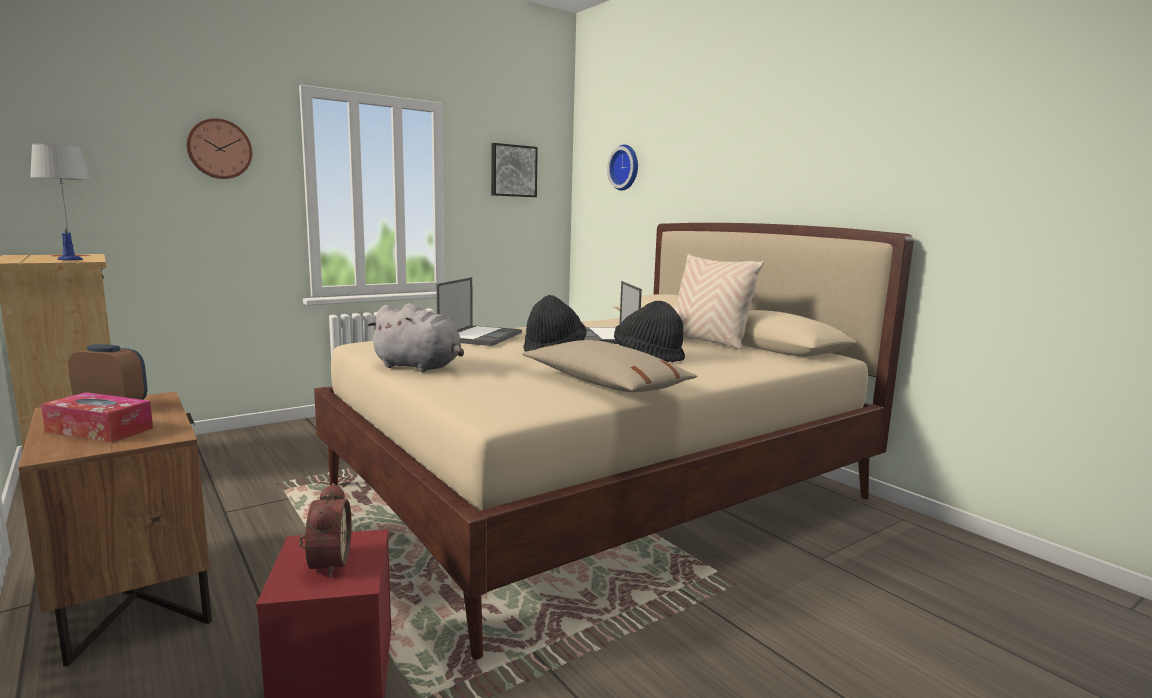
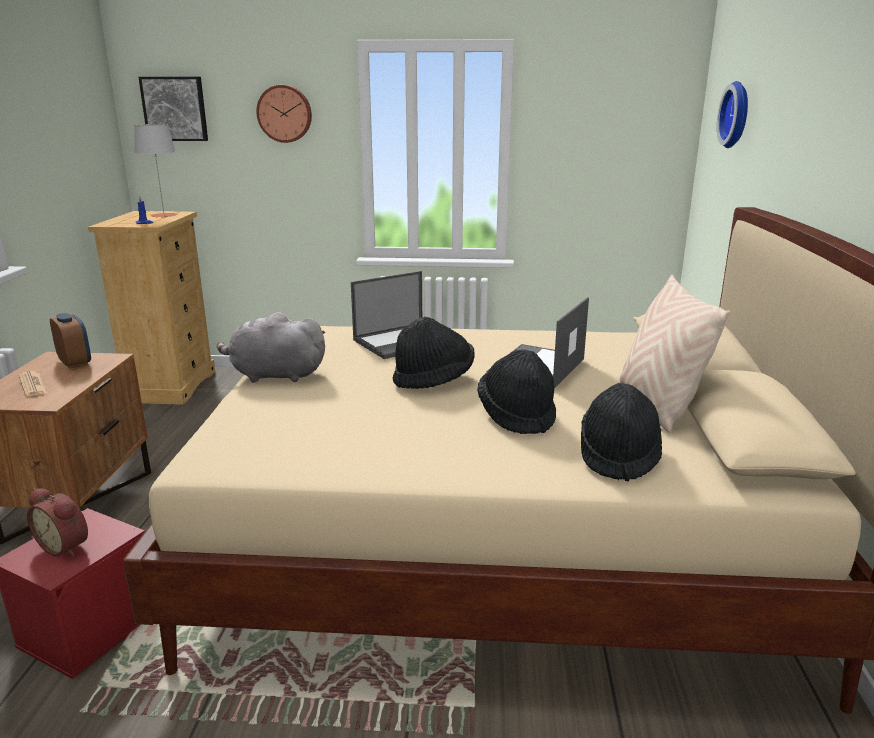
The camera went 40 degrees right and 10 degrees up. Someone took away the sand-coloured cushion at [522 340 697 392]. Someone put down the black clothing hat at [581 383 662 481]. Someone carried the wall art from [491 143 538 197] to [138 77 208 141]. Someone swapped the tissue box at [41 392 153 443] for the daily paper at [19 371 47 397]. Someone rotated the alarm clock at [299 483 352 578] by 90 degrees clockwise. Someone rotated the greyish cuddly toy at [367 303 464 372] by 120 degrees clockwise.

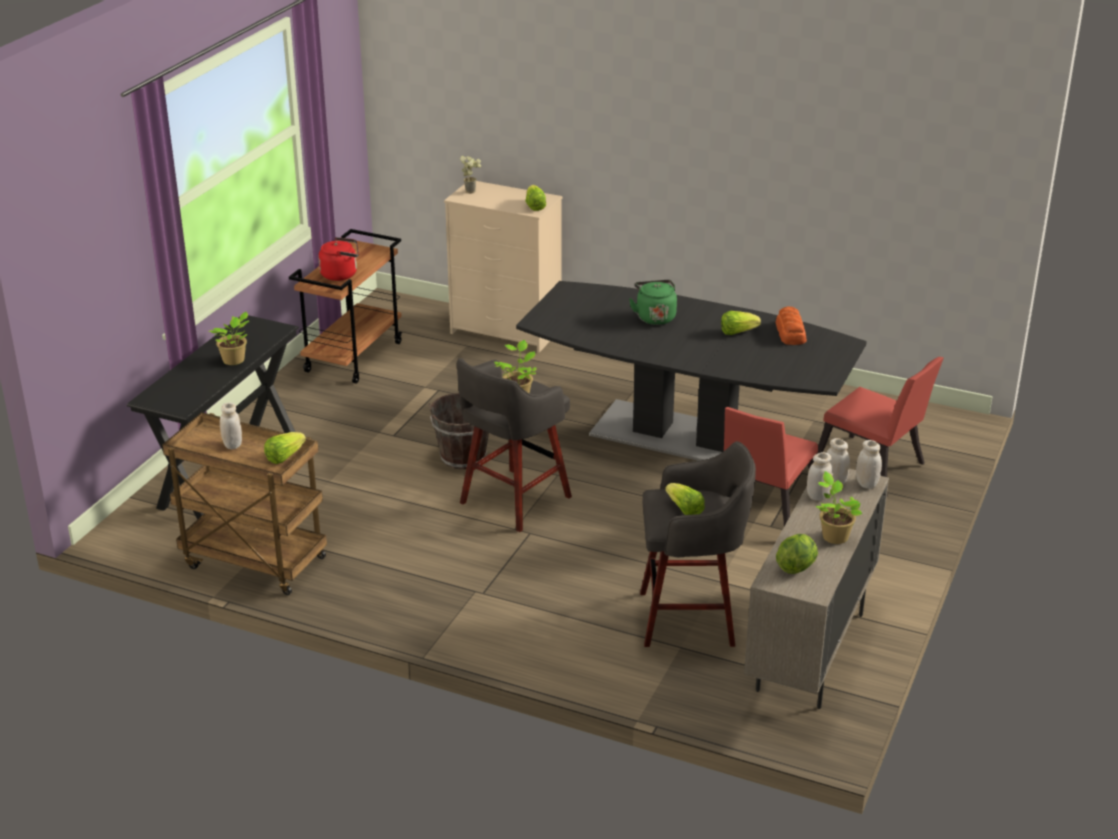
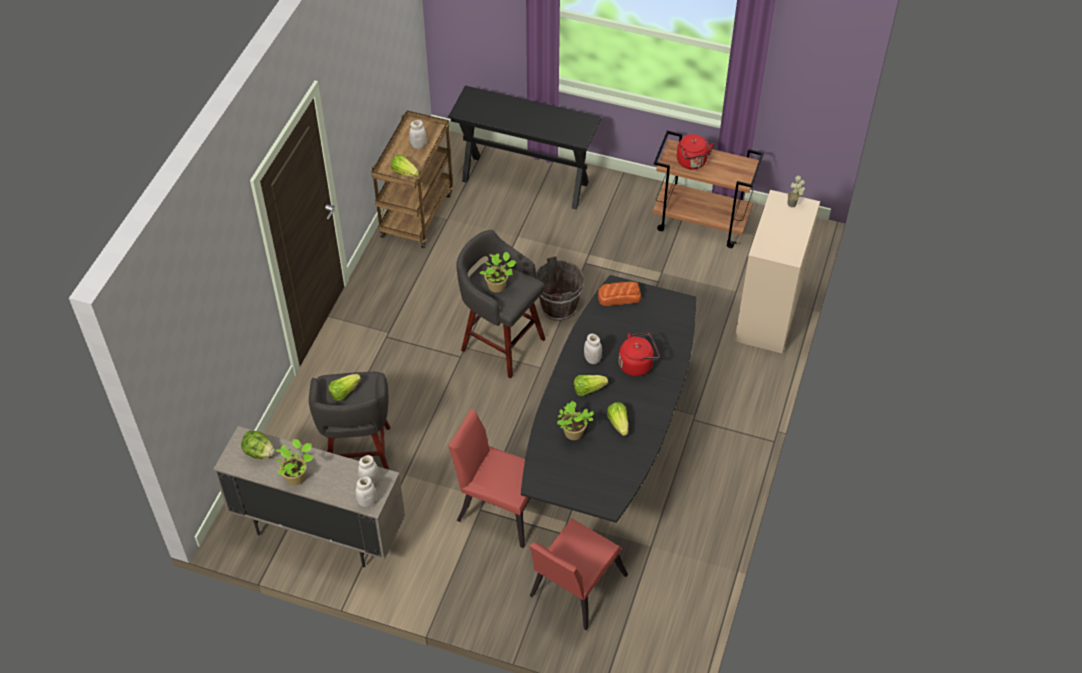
The camera went 85 degrees right and 20 degrees up. Someone carried the potted plant from [209 312 249 365] to [557 401 594 440]. Someone carried the lettuce from [525 185 546 211] to [574 375 608 396]. Someone carried the bread from [776 306 807 345] to [598 281 641 306]. Someone carried the white jar from [807 452 833 501] to [584 334 602 364]. Someone repainted the green kettle at [629 280 677 325], which became the red-coloured kettle at [619 333 660 376].

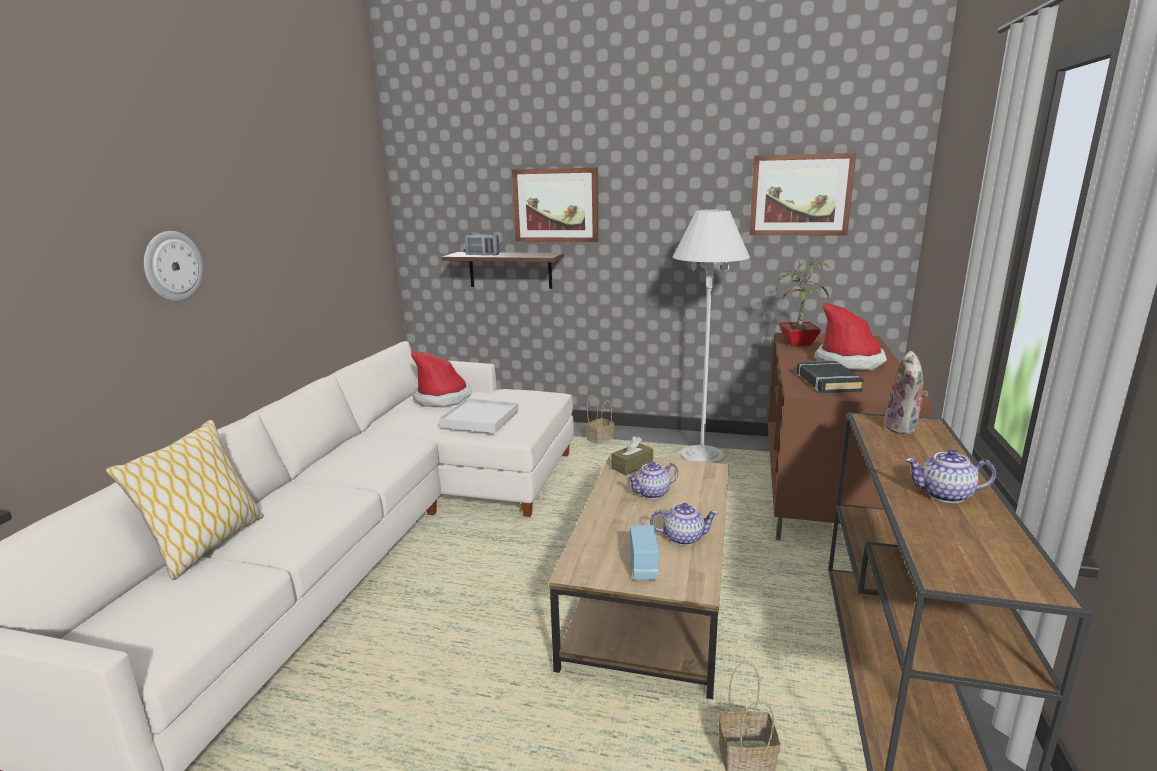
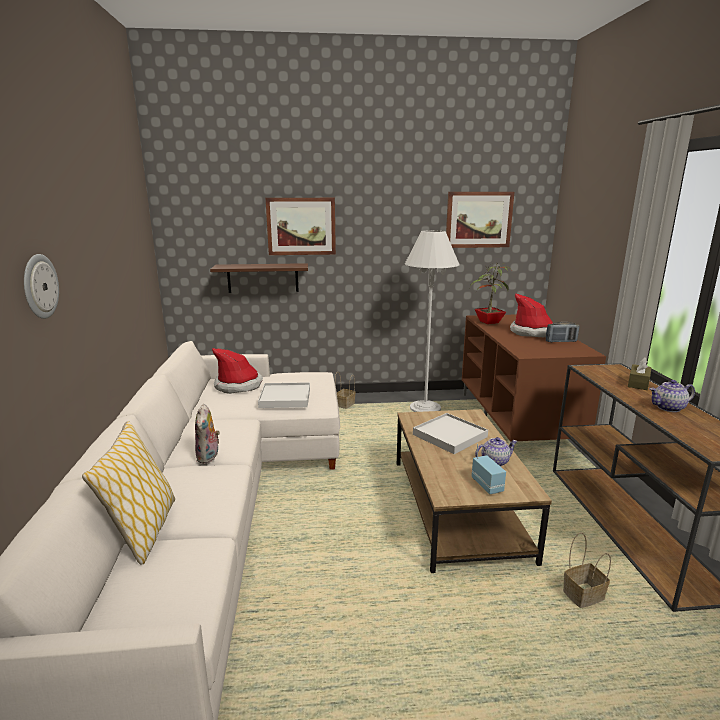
The camera went 20 degrees left and 0 degrees up. Someone took away the black bound book at [796 361 864 393]. Someone carried the radio from [465 232 499 256] to [546 322 579 342]. Someone carried the brownish tissue box from [611 436 653 476] to [628 358 651 390]. Someone carried the cuddly toy from [883 351 929 435] to [195 404 220 464]. Someone swapped the tea pot at [626 461 678 499] for the white serving tray at [413 413 488 454].

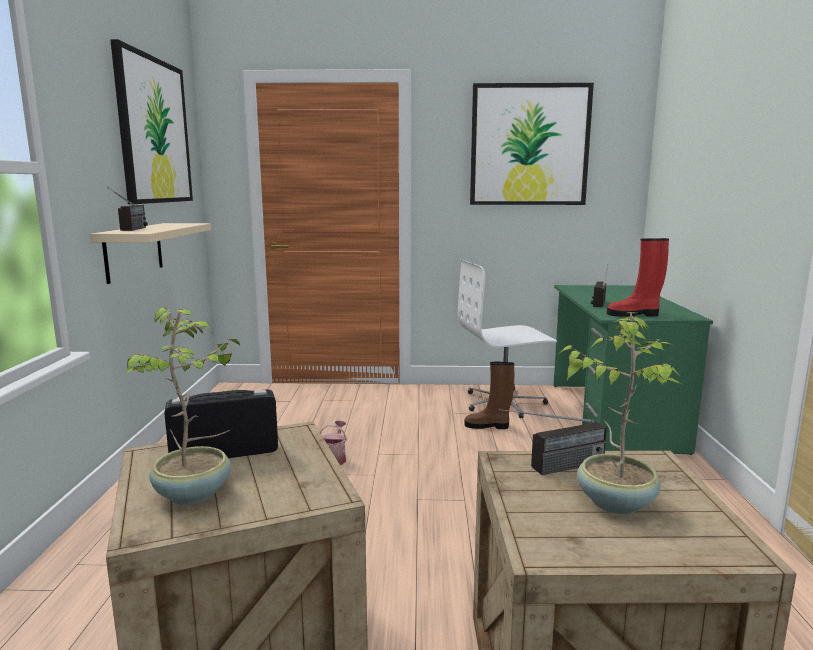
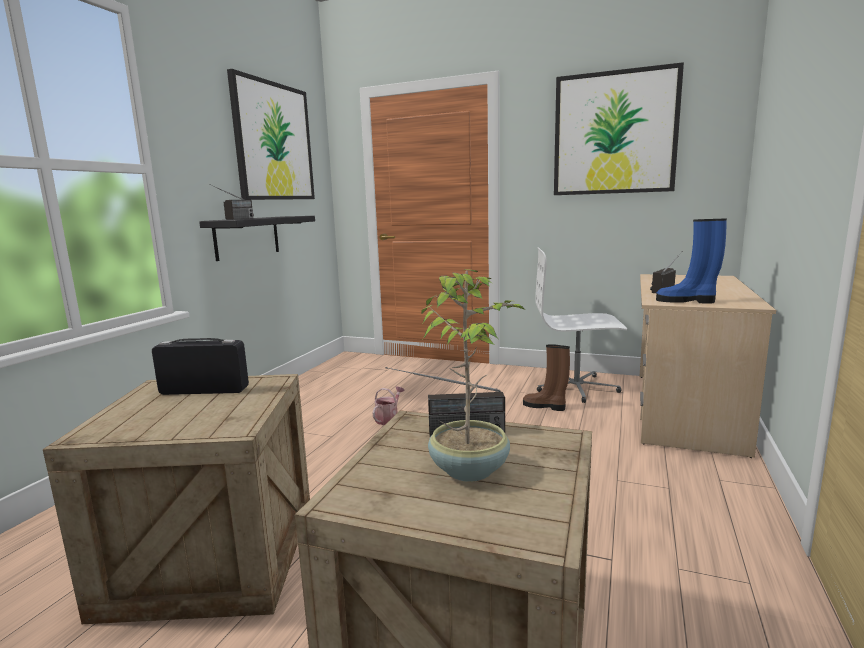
The camera went 20 degrees right and 0 degrees up. Someone took away the potted plant at [125 308 240 505]. Someone repainted the sand-coloured wall shelf at [90 223 211 284], which became the black wall shelf at [199 216 315 261]. Someone repainted the green desk table at [554 285 713 455], which became the sand-coloured desk table at [639 274 776 458]. Someone repainted the red-coloured boot at [607 238 669 317], which became the blue-coloured boot at [656 219 727 304].

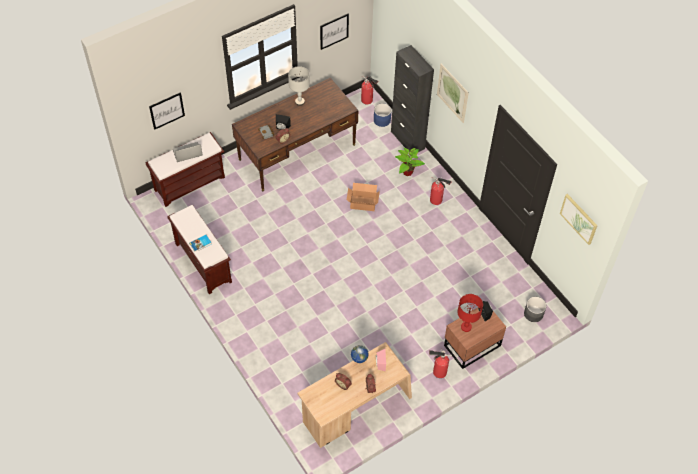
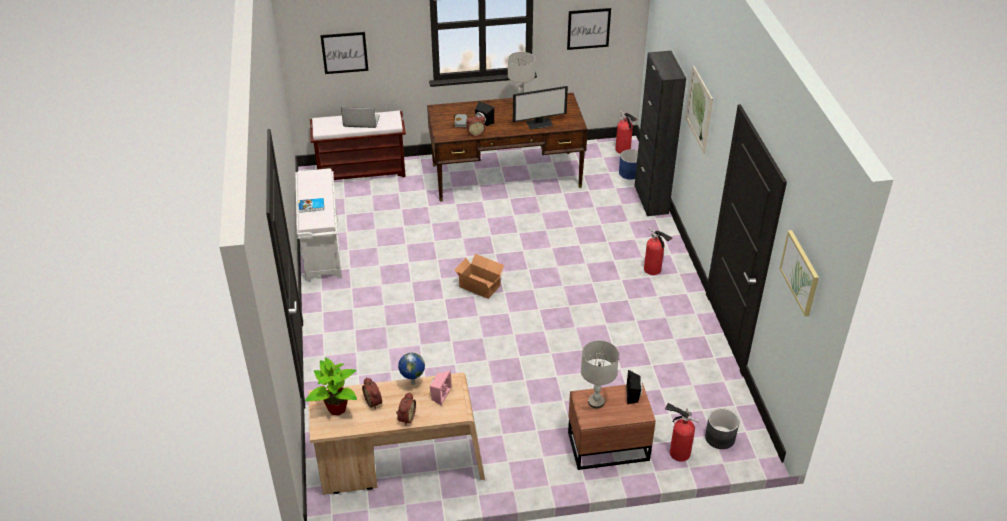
The camera went 25 degrees right and 15 degrees down. Someone put down the computer screen at [513 86 568 130]. Someone carried the packing box from [347 183 380 211] to [454 254 504 299]. Someone carried the potted plant from [395 148 425 176] to [305 357 357 415]. Someone carried the extinguisher from [429 348 452 378] to [665 403 699 461]. Someone repainted the brownish indoor bench at [167 205 232 294], which became the white indoor bench at [296 168 342 282]. Someone repainted the red-coloured lamp for a table at [457 294 483 332], which became the greyish lamp for a table at [581 340 619 409].

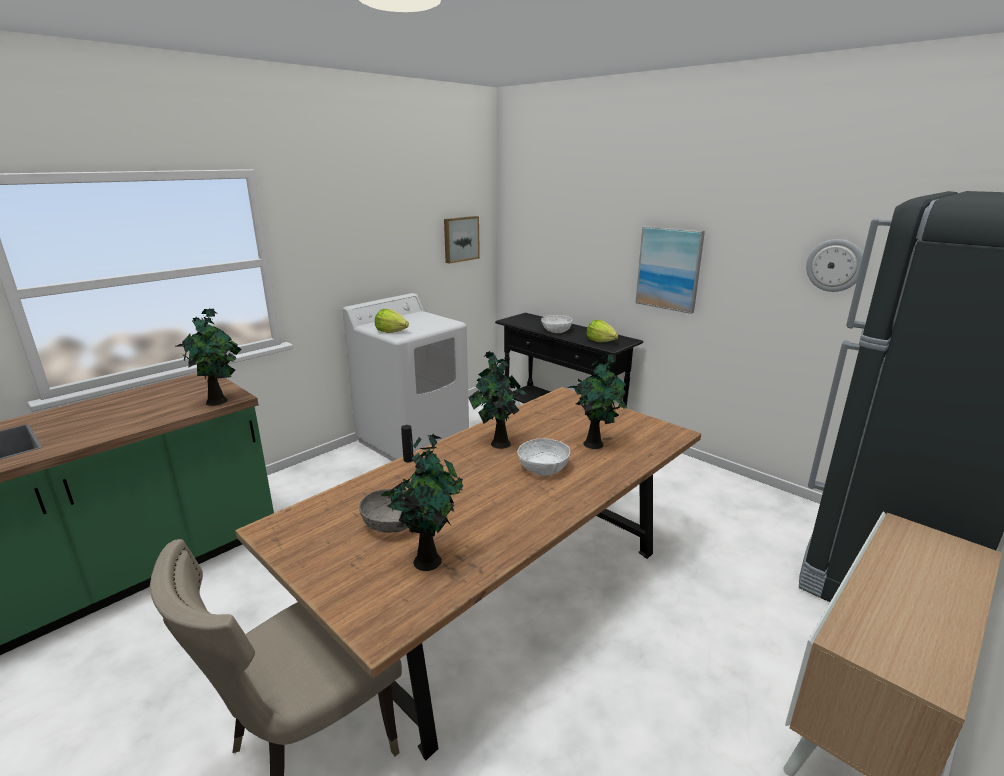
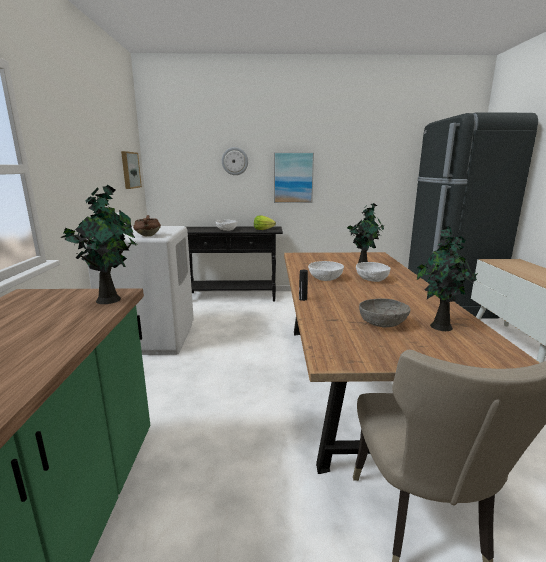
The camera went 45 degrees left and 5 degrees down. Someone carried the wall clock from [806 239 863 292] to [222 147 248 175]. Someone swapped the lettuce at [375 309 409 333] for the brownish cooking pot at [133 215 161 236]. Someone swapped the potted plant at [469 350 528 449] for the white serving bowl at [308 261 344 281].

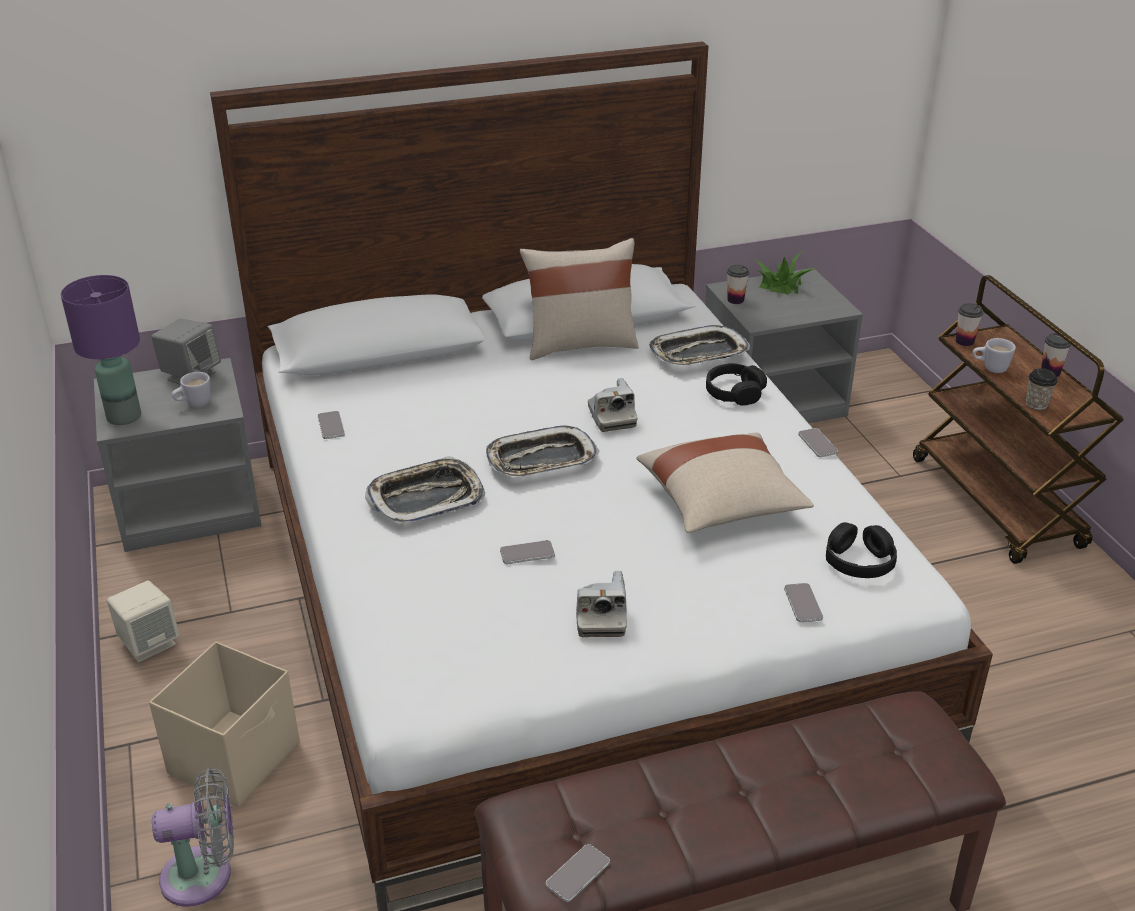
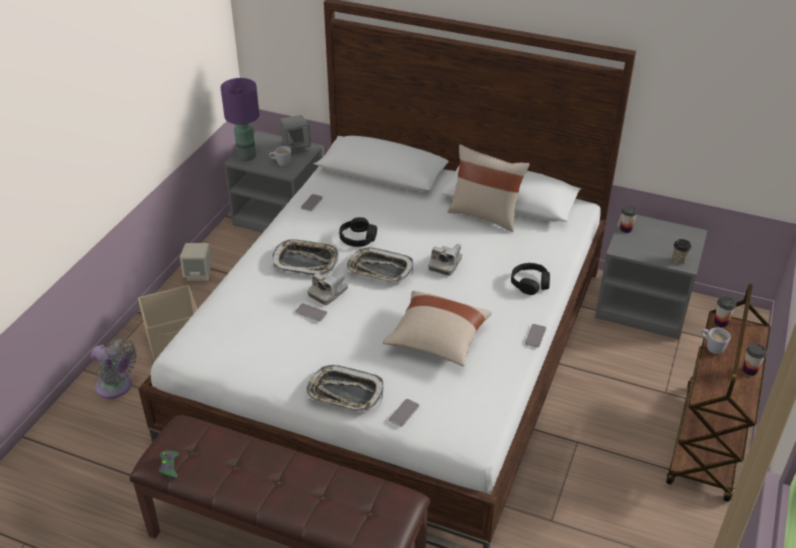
The camera went 40 degrees right and 5 degrees up. Someone took away the potted plant at [754 252 815 295]. Someone carried the photo camera from [576 571 627 637] to [307 273 348 305]. Someone carried the serving tray from [649 325 750 366] to [306 365 383 412]. Someone carried the black pair of headphones from [826 522 897 578] to [339 217 377 247]. Someone carried the small cup from [1026 368 1057 410] to [672 239 692 265]. Someone swapped the handset at [546 844 610 902] for the green game controller at [158 450 179 479].

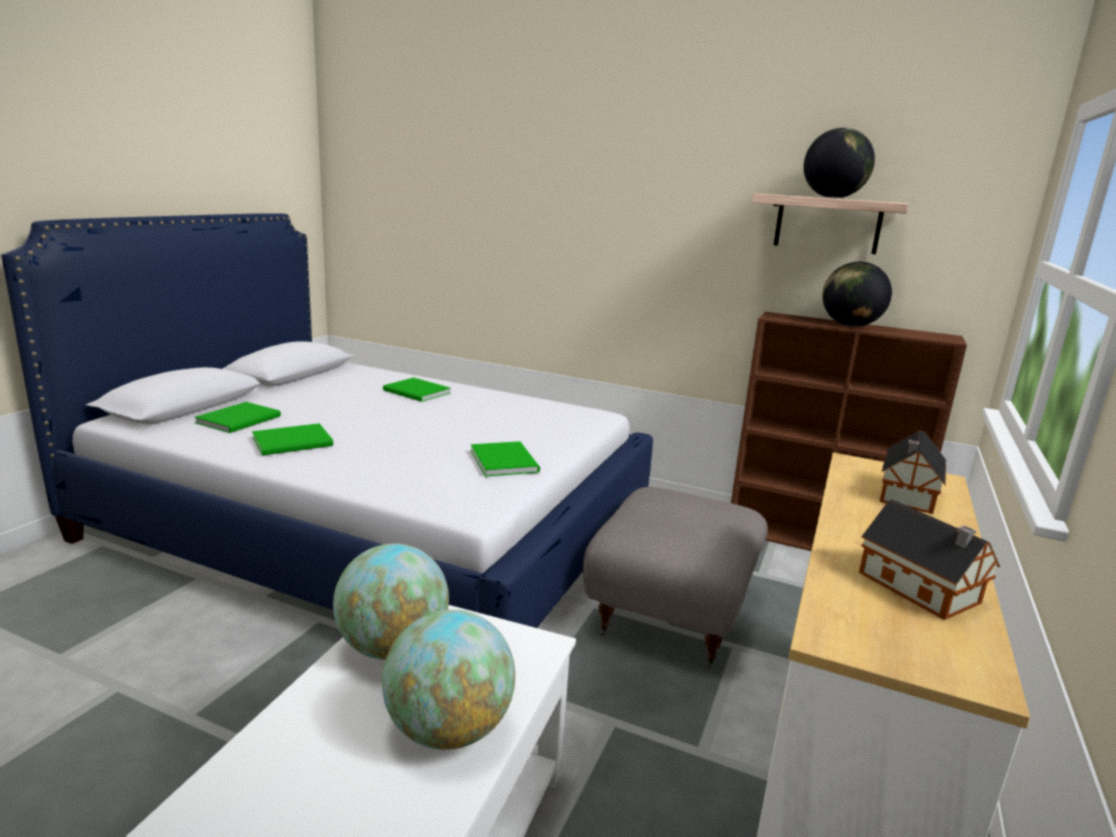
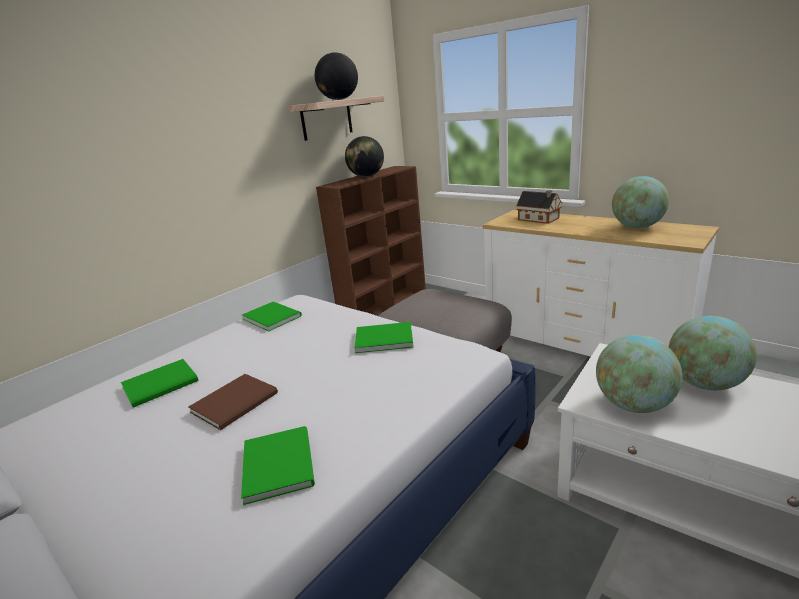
The camera went 70 degrees left and 5 degrees up. Someone put down the brownish bound book at [188 374 278 430]. Someone carried the green bound book from [194 402 281 433] to [242 301 302 331]. Someone swapped the toy house at [859 500 1000 620] for the desk globe at [612 176 669 228].

